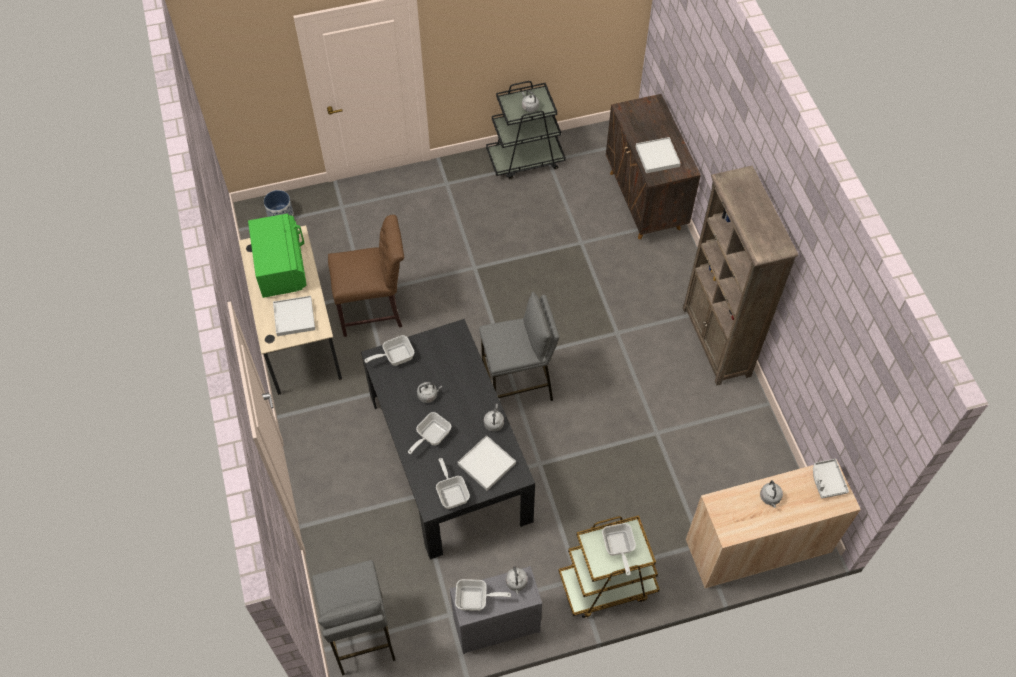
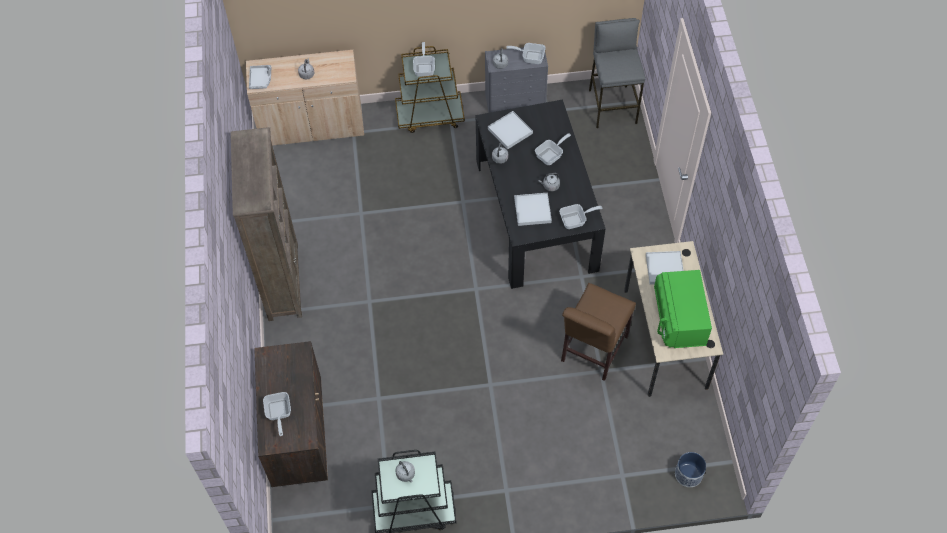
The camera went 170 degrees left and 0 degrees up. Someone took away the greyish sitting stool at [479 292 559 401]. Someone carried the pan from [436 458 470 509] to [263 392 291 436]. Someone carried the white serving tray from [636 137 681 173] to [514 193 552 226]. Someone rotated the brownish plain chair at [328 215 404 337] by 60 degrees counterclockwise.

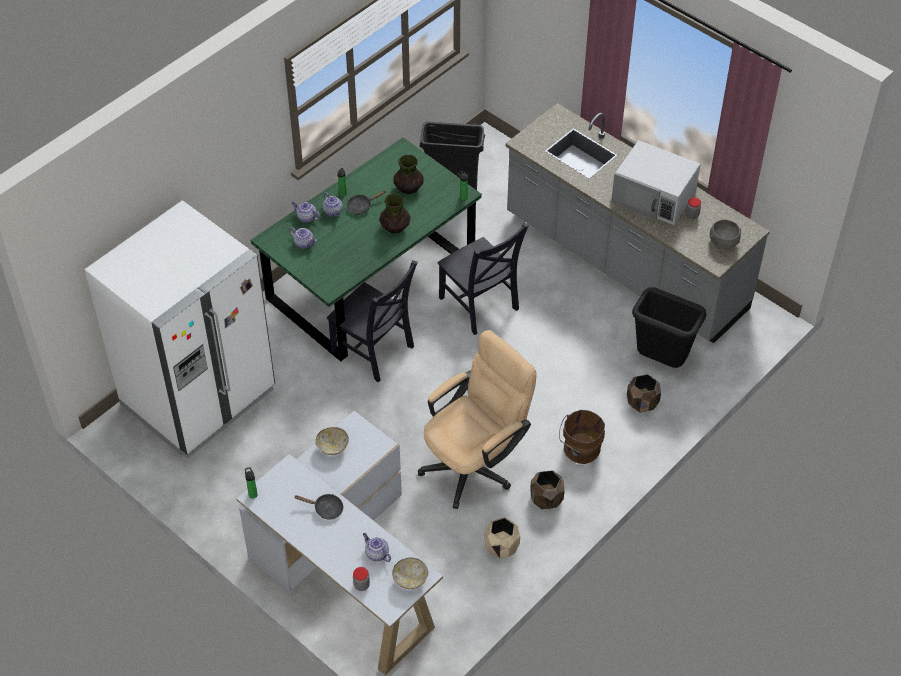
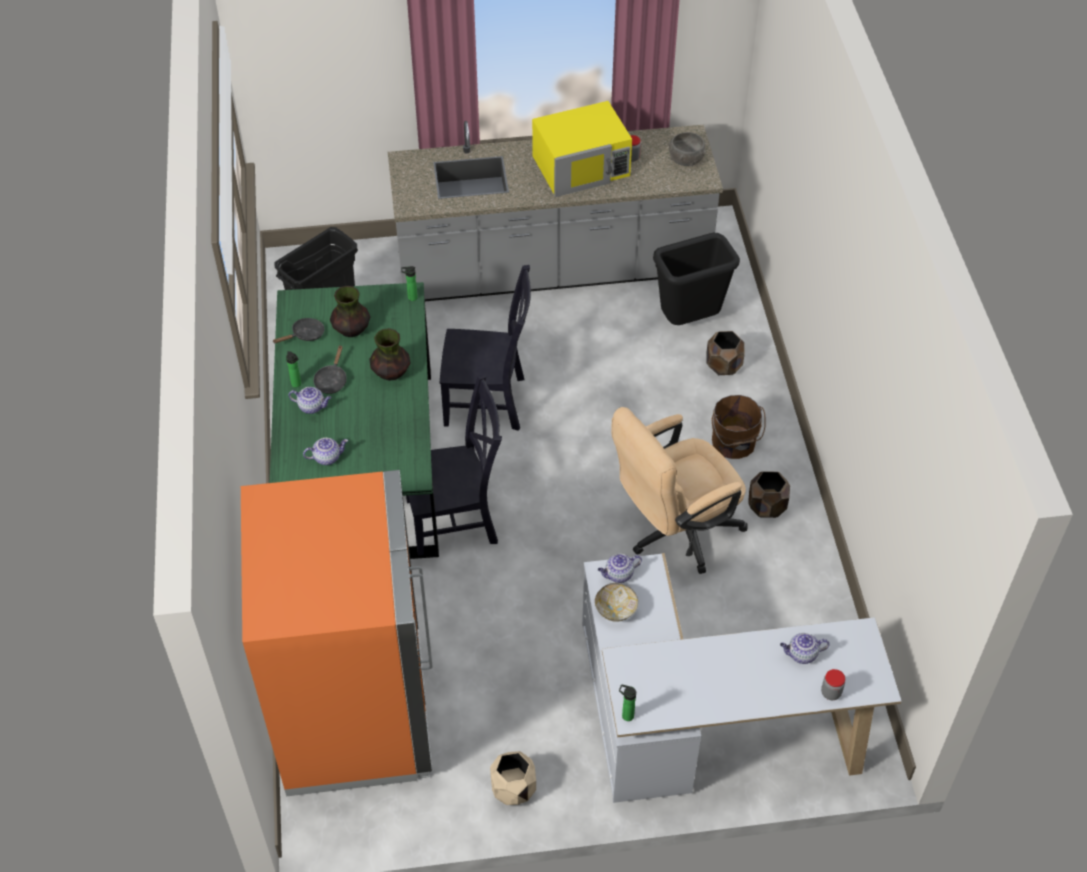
The camera went 50 degrees left and 0 degrees up. Someone took away the serving bowl at [392 558 428 589]. Someone carried the tea pot from [292 202 321 223] to [598 554 642 583]. Someone carried the black pan from [295 494 343 519] to [272 318 325 343]. Someone carried the sand-coloured flower pot from [484 517 520 558] to [490 751 536 805]. Someone repainted the white fridge at [85 200 275 459], which became the orange-coloured fridge at [241 470 432 796]. Someone repainted the white microwave oven at [611 140 701 225], which became the yellow-coloured microwave oven at [532 101 632 197]. Someone rotated the sand-coloured office chair at [418 330 537 509] by 120 degrees counterclockwise.

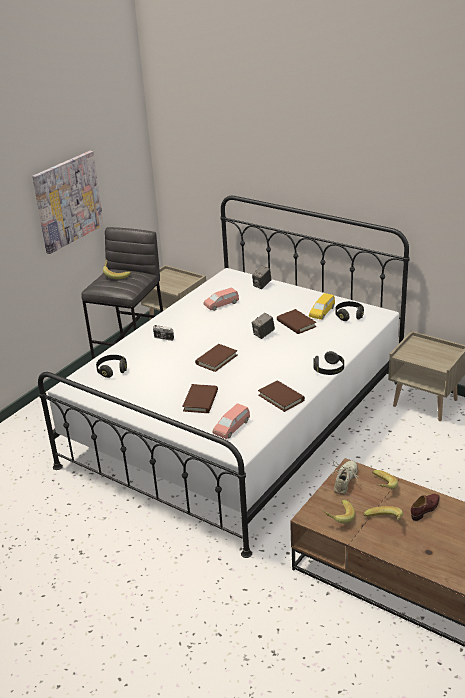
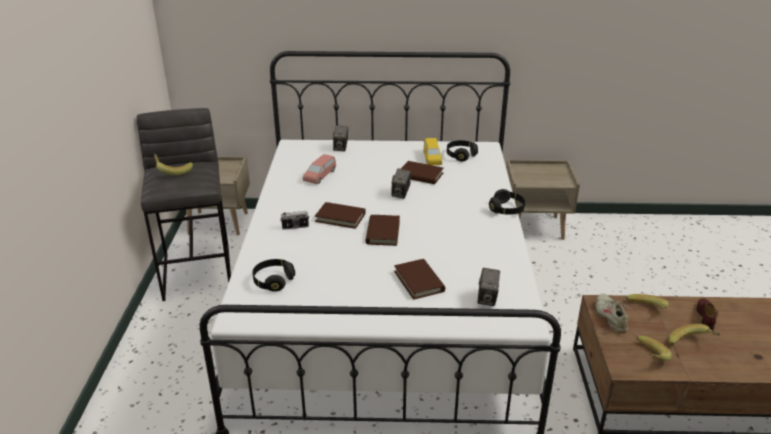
The camera went 35 degrees left and 0 degrees up. Someone took away the wall art at [32 151 104 254]. Someone carried the brownish bound book from [258 380 305 412] to [315 202 366 229]. Someone swapped the pinkish miniature car at [213 403 250 439] for the photo camera at [477 268 500 306].

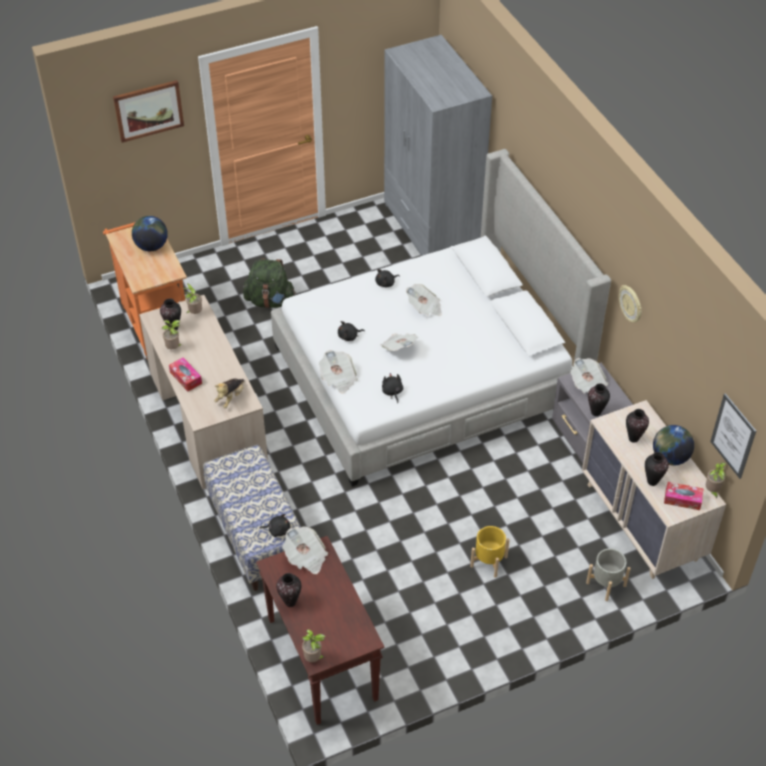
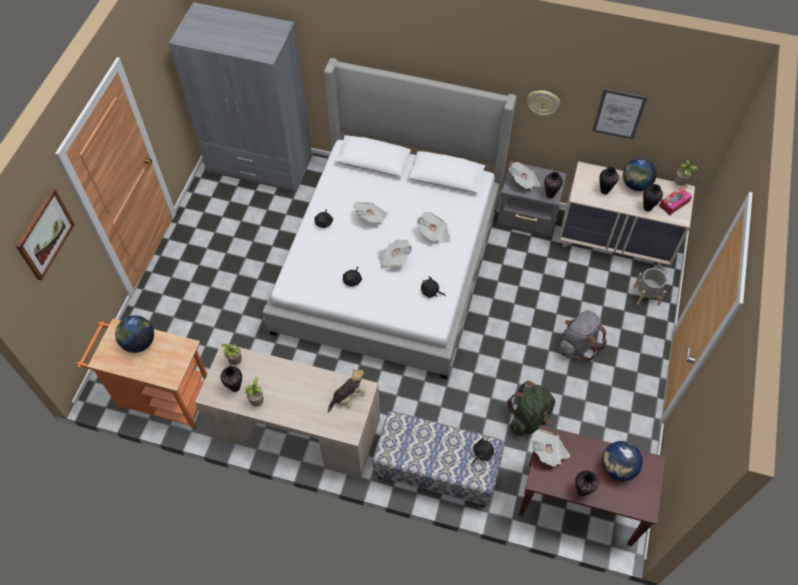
The camera went 50 degrees left and 10 degrees up. Someone took away the tissue box at [169 357 202 392]. Someone took away the potted plant at [302 629 325 662]. Someone put down the desk globe at [602 441 643 481]. Someone carried the green rucksack from [243 259 296 308] to [507 381 555 436]. Someone carried the daily paper from [319 350 358 393] to [417 212 451 242]. Someone carried the wall art from [710 393 756 479] to [592 89 648 140]. Someone swapped the yellow-coloured flower pot at [470 526 510 578] for the greyish rucksack at [558 310 607 362]. Someone rotated the cuddly toy at [214 378 245 408] by 105 degrees counterclockwise.

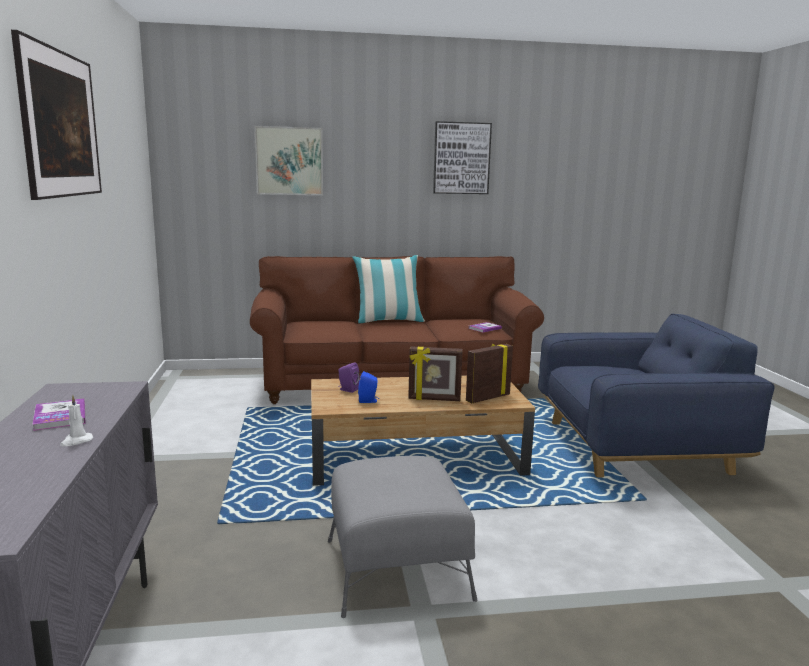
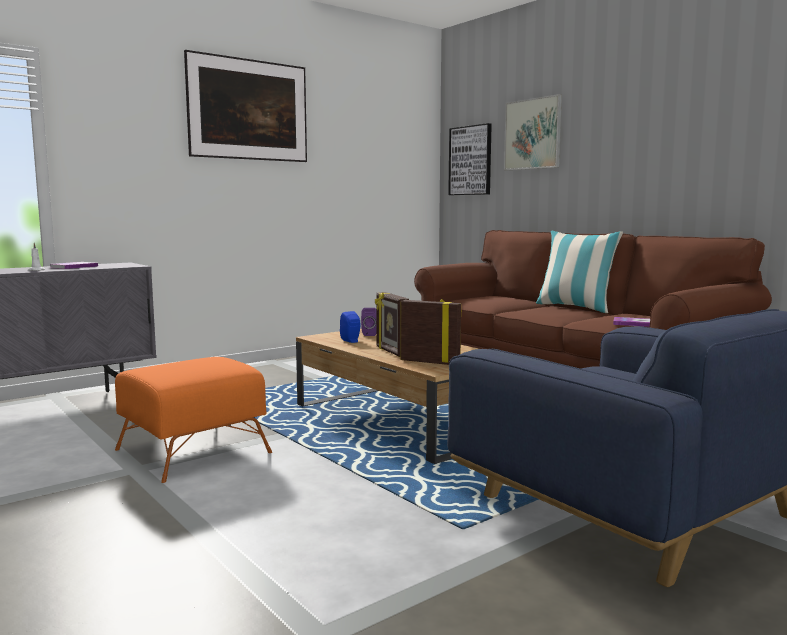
The camera went 60 degrees right and 5 degrees down. Someone carried the wall art from [433 121 492 194] to [448 123 492 195]. Someone repainted the greyish footrest at [328 456 477 618], which became the orange-coloured footrest at [115 357 272 483].

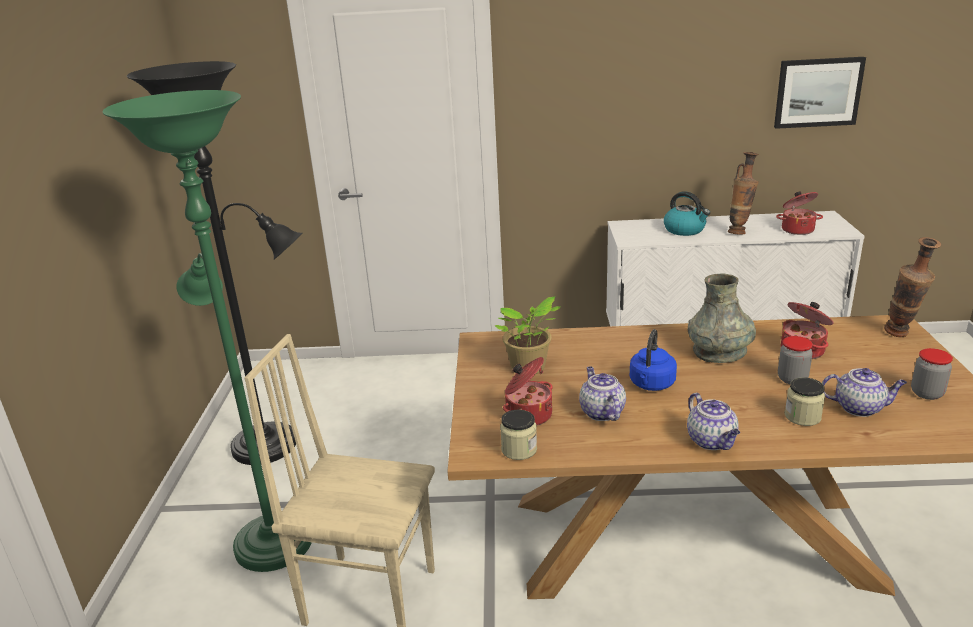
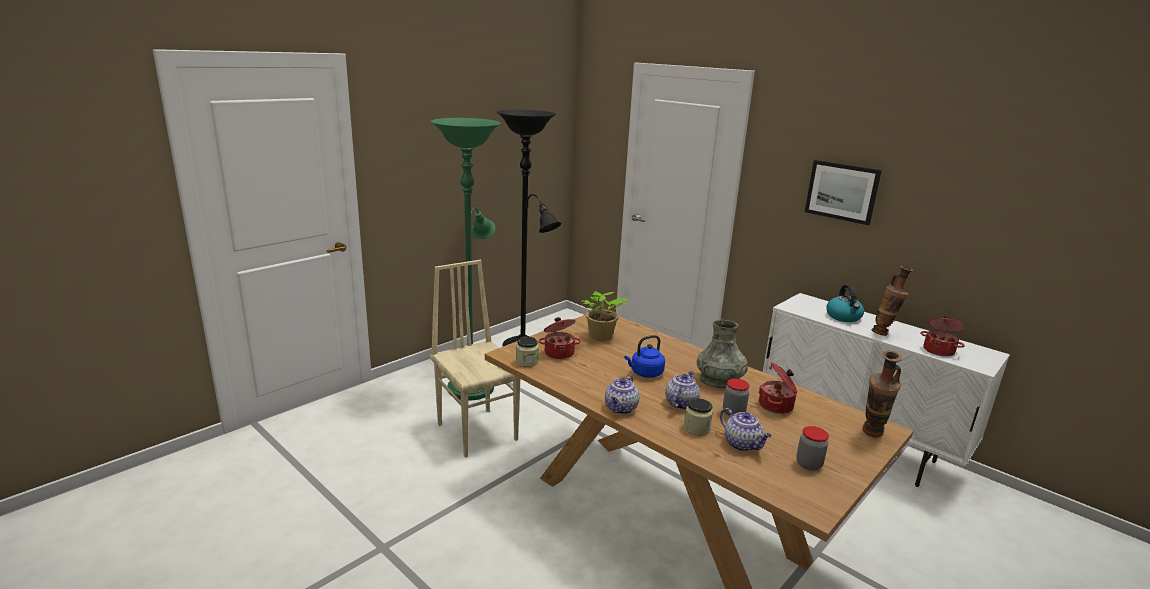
The camera went 40 degrees right and 5 degrees down. Someone carried the tea pot from [579 367 626 421] to [665 371 700 410]. Someone carried the wall art from [774 57 866 129] to [805 160 882 225].

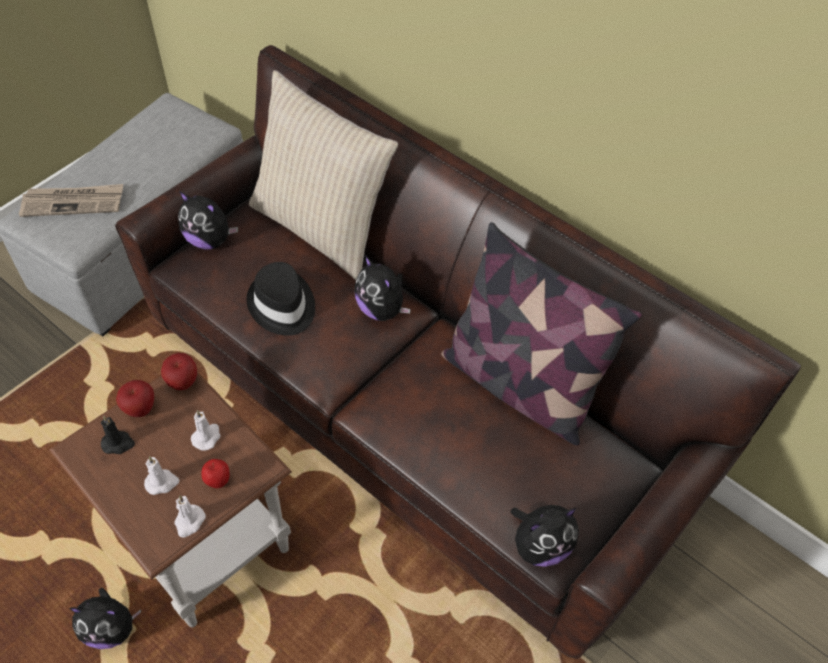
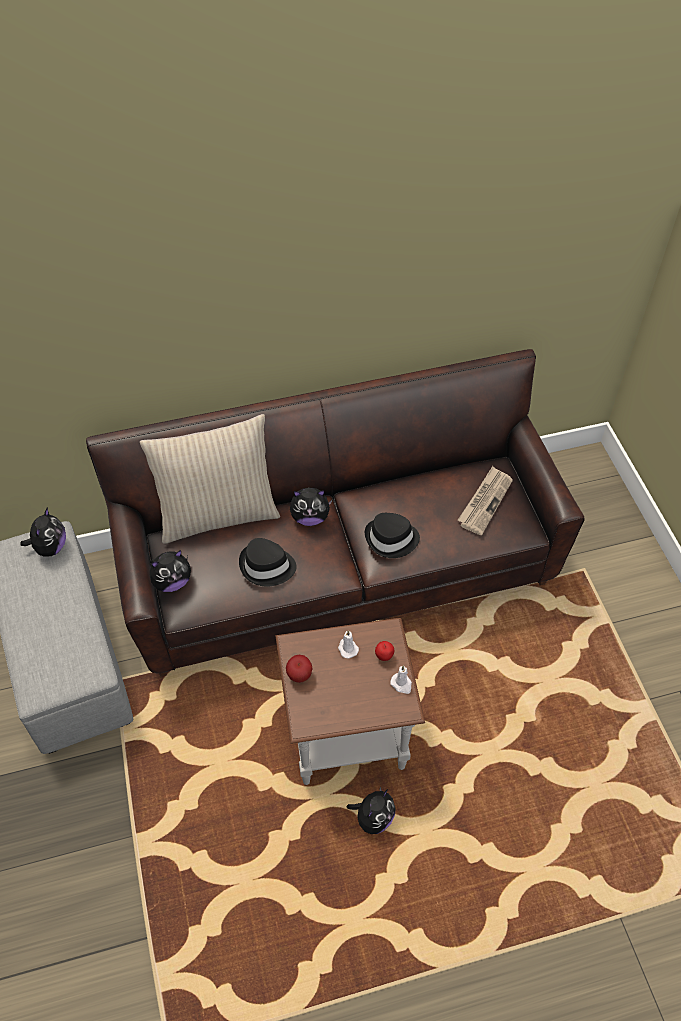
The camera went 55 degrees left and 0 degrees up. Someone took away the black candle at [101 416 135 454]. Someone took away the white candle at [144 456 180 495]. Someone took away the apple fruit at [161 353 197 390]. Someone took away the cushion at [441 222 642 445]. Someone put down the black clothing hat at [365 513 420 558]. Someone carried the daily paper from [19 184 123 217] to [458 466 513 535]. Someone carried the cuddly toy from [510 505 579 567] to [21 508 66 556].

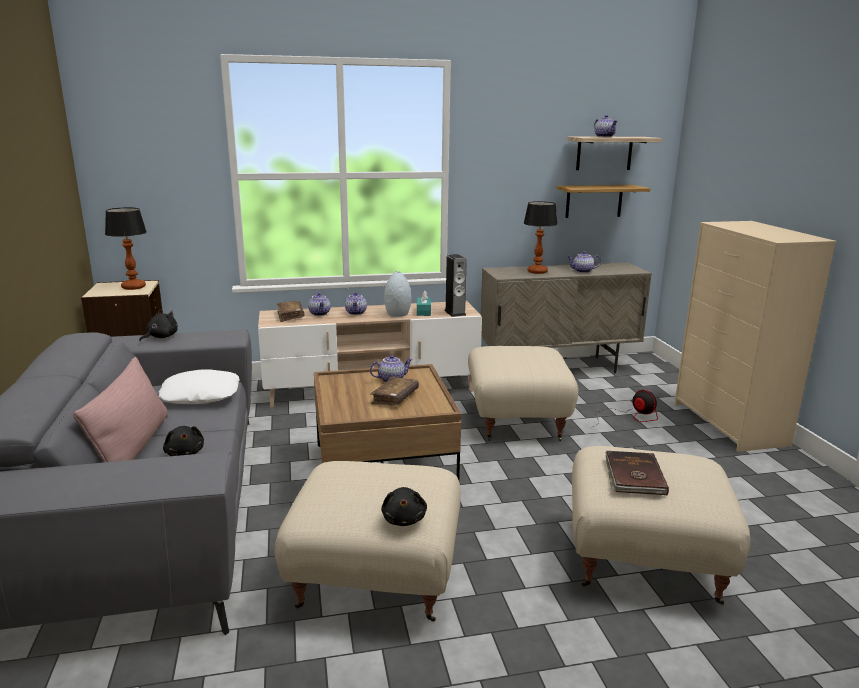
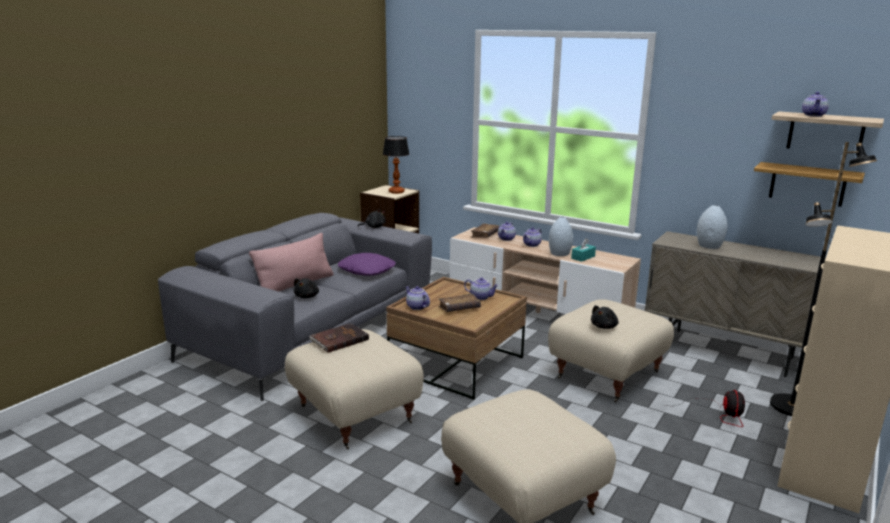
The camera went 45 degrees right and 0 degrees up. Someone took away the speaker at [444 254 467 317]. Someone put down the black floor lamp at [770 142 877 416]. Someone carried the black cuddly toy from [381 487 427 526] to [591 305 619 329]. Someone carried the tea pot from [567 251 601 273] to [406 286 430 310]. Someone carried the brownish bound book from [605 451 669 495] to [309 323 369 353]. Someone swapped the lamp for a table at [524 201 558 274] for the greyish decorative vase at [697 205 727 249]. Someone repainted the white cushion at [159 369 240 404], which became the purplish cushion at [338 253 396 276].

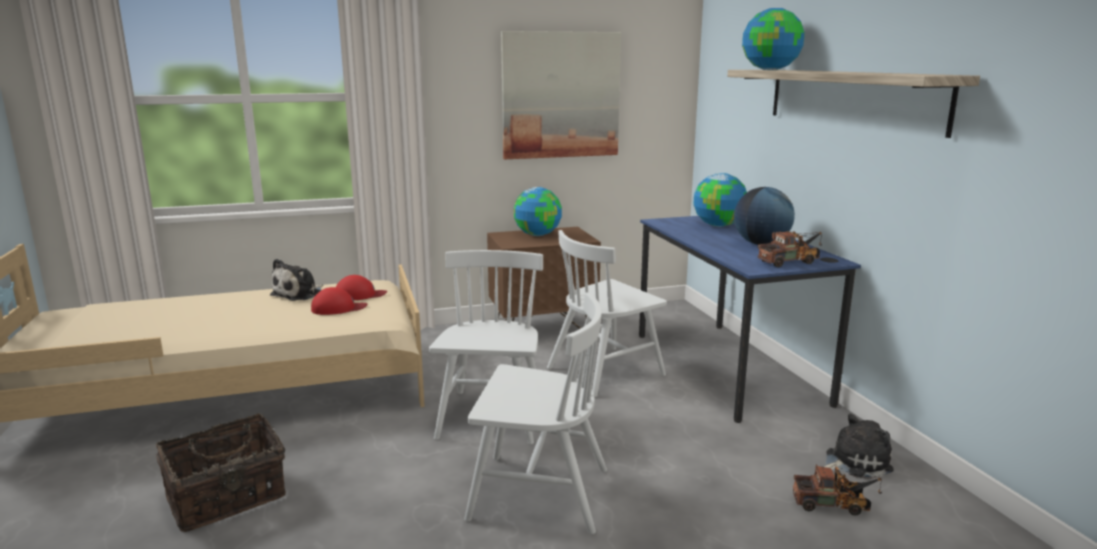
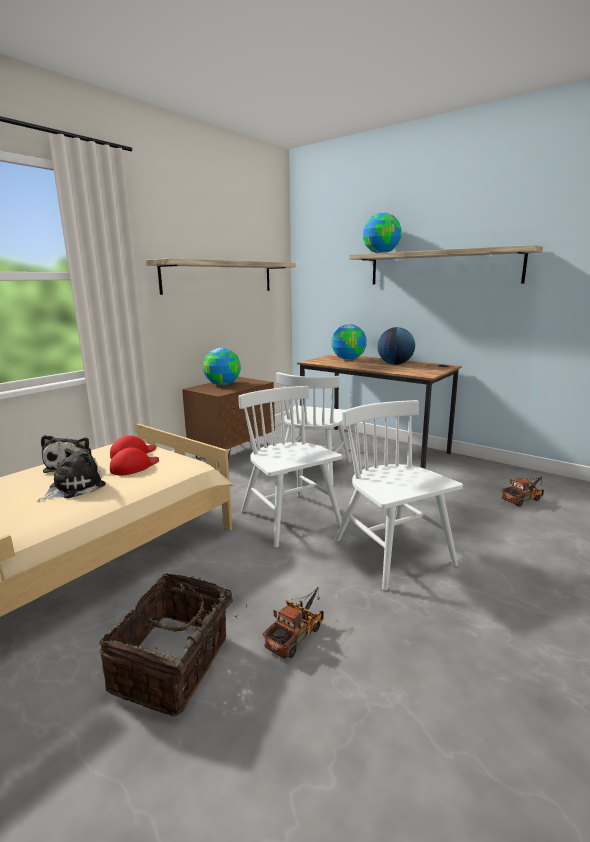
The camera went 35 degrees left and 0 degrees up. Someone carried the model truck from [758 231 822 267] to [263 587 324 659]. Someone carried the cuddly toy from [824 414 894 477] to [37 448 106 502]. Someone swapped the wall art at [501 31 621 159] for the wall shelf at [146 258 296 295]. Someone repainted the blue-coloured desk table at [639 216 861 423], which became the brownish desk table at [297 354 462 469]. Someone rotated the white plain chair at [464 293 607 534] by 90 degrees counterclockwise.

